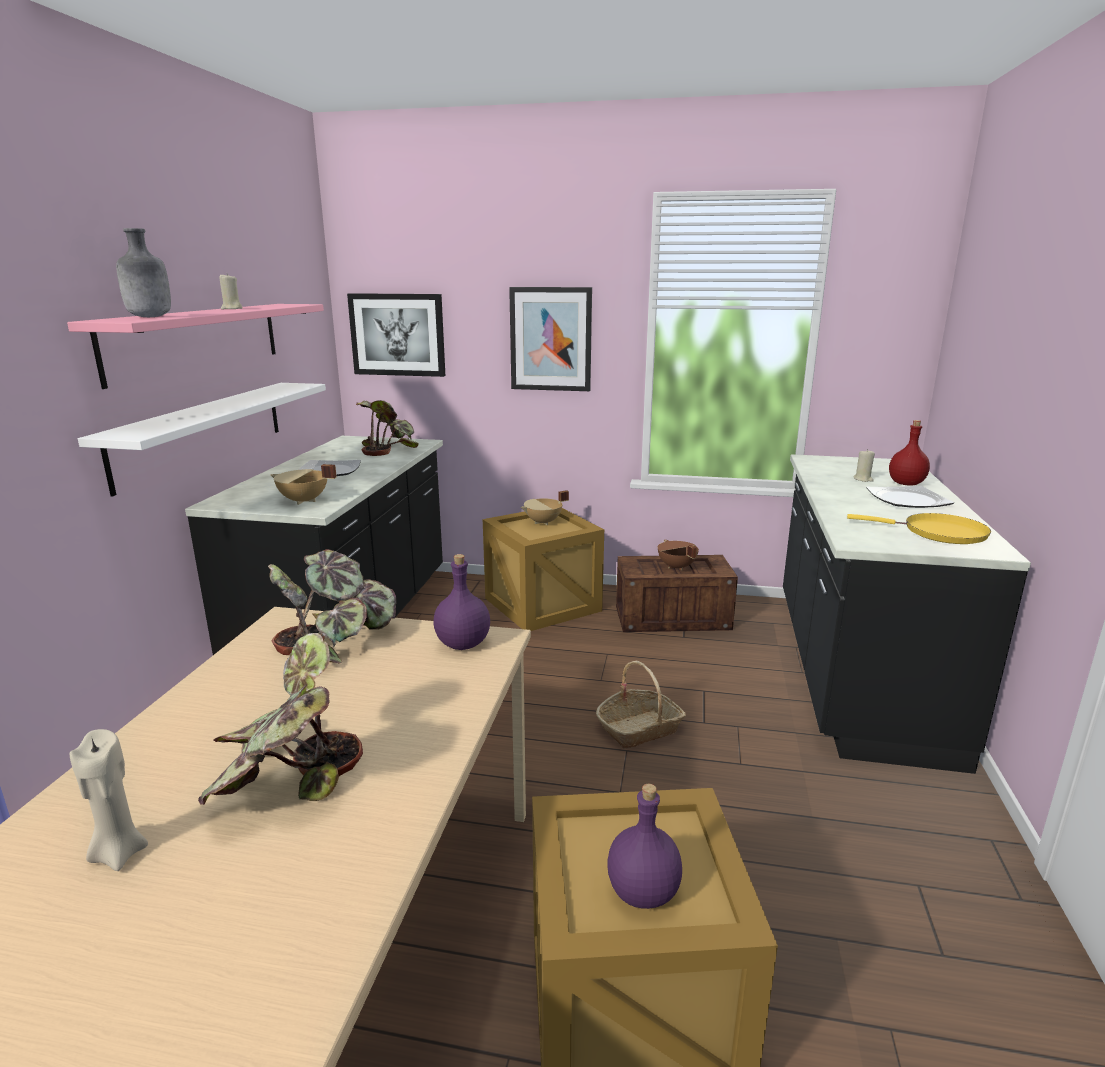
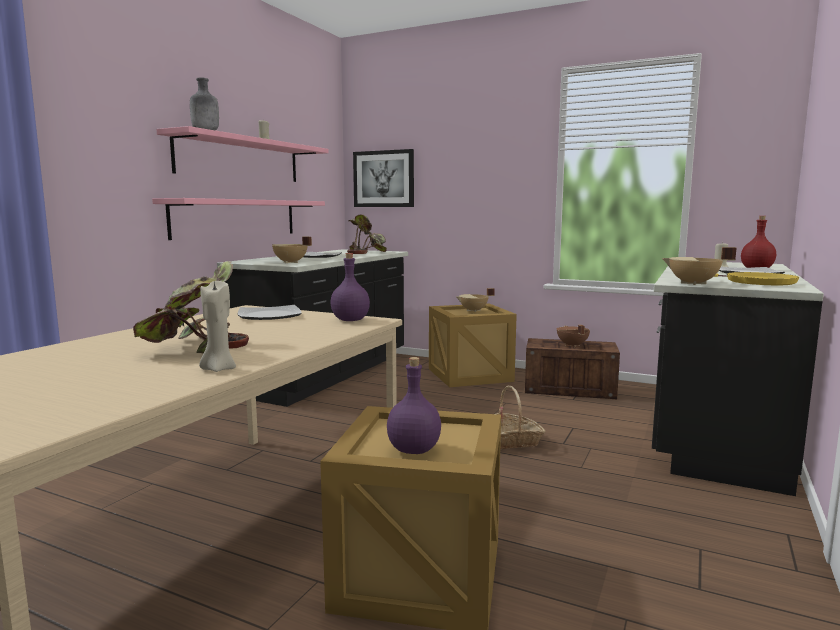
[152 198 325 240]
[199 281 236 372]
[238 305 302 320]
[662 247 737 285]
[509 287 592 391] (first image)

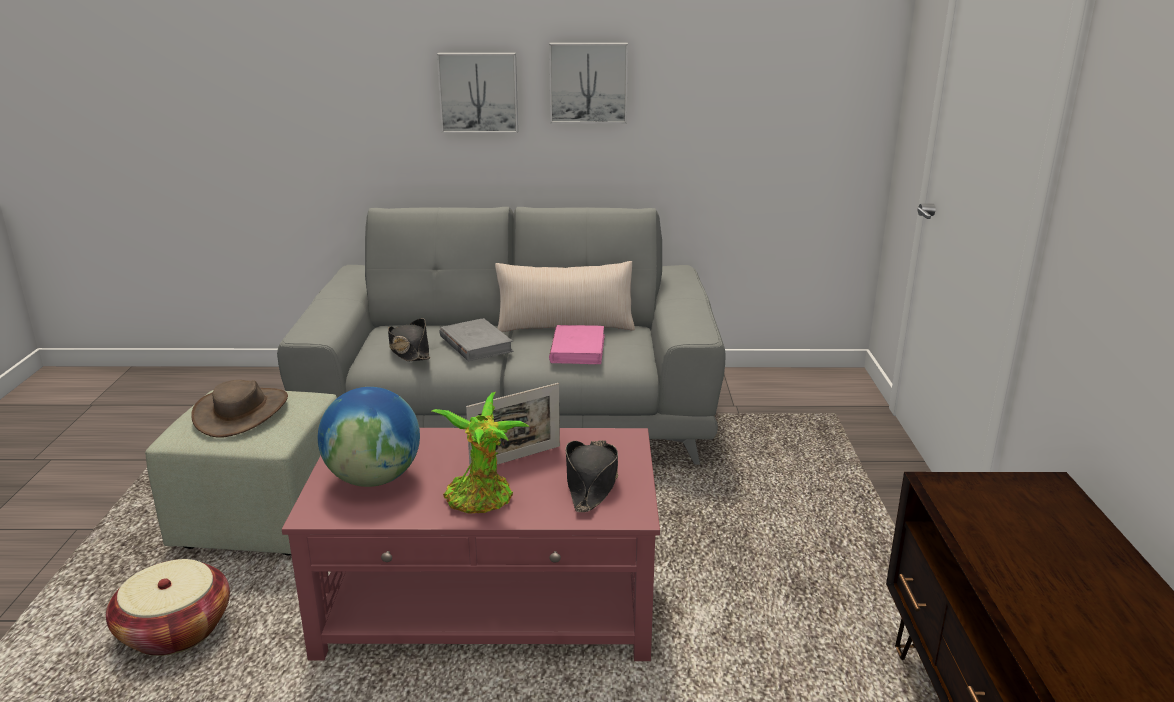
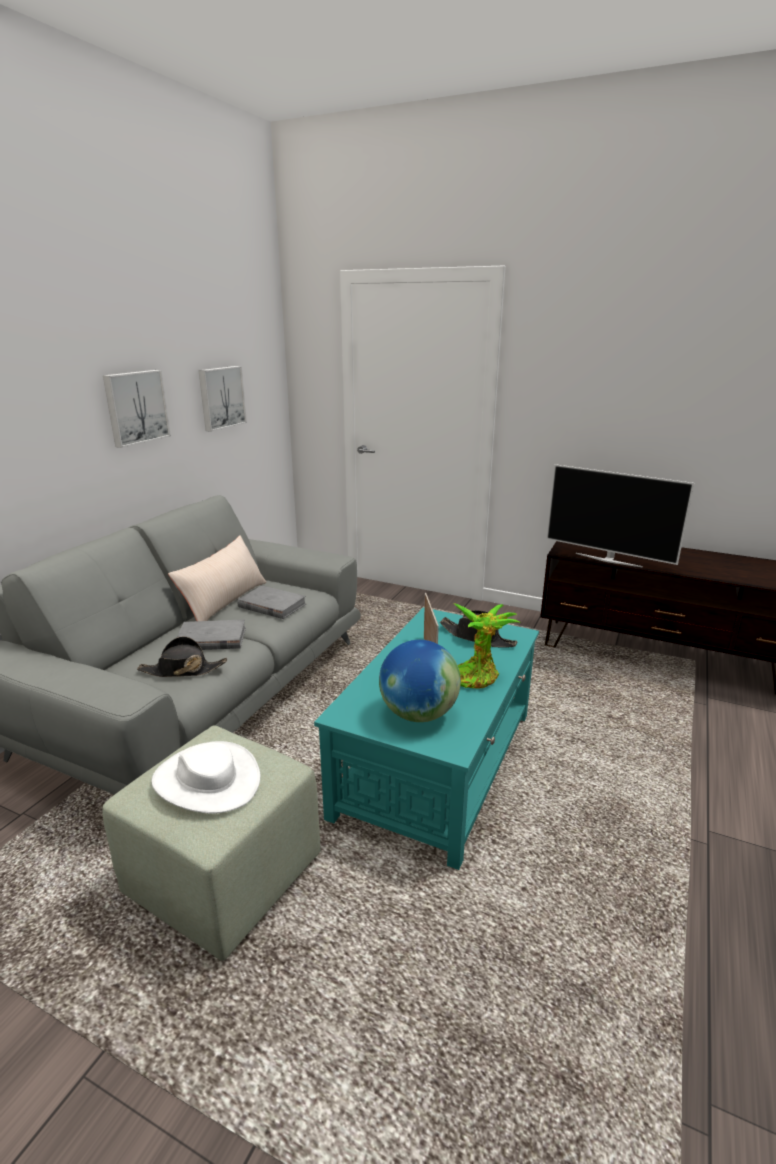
[151 741 260 813]
[198 366 247 432]
[237 585 307 619]
[314 607 539 870]
[546 464 695 568]
[106 559 230 656] (first image)

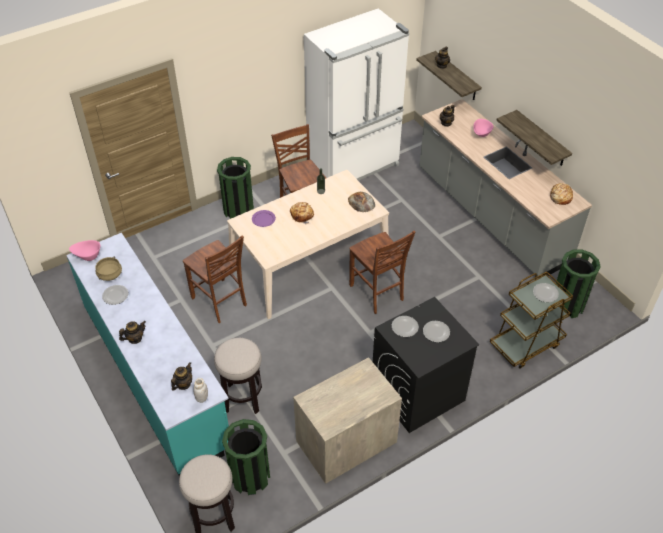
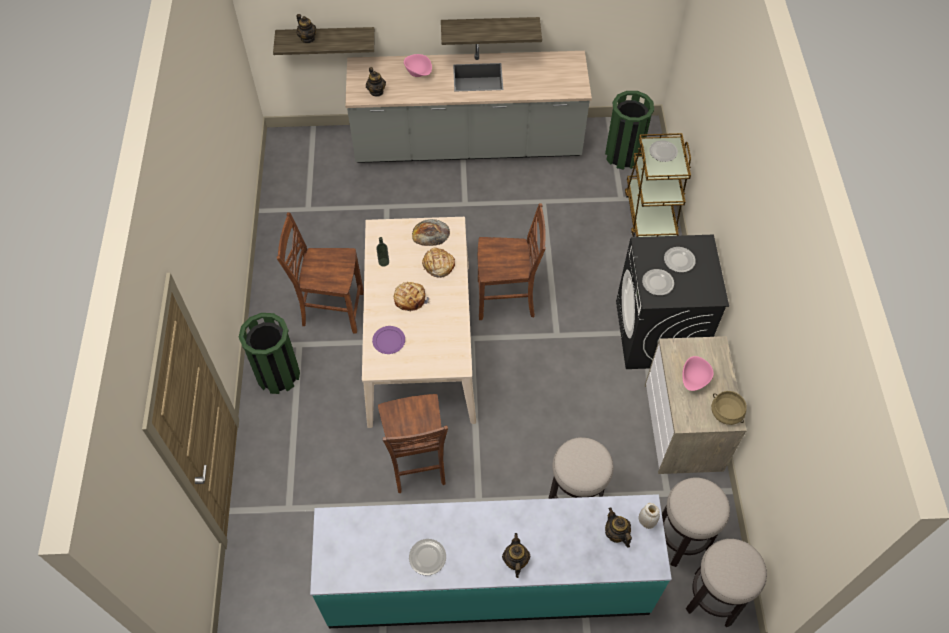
[378 394 448 493]
[422 247 455 278]
[662 478 730 567]
[682 356 714 391]
[711 391 747 425]
[304 8 409 181] (first image)

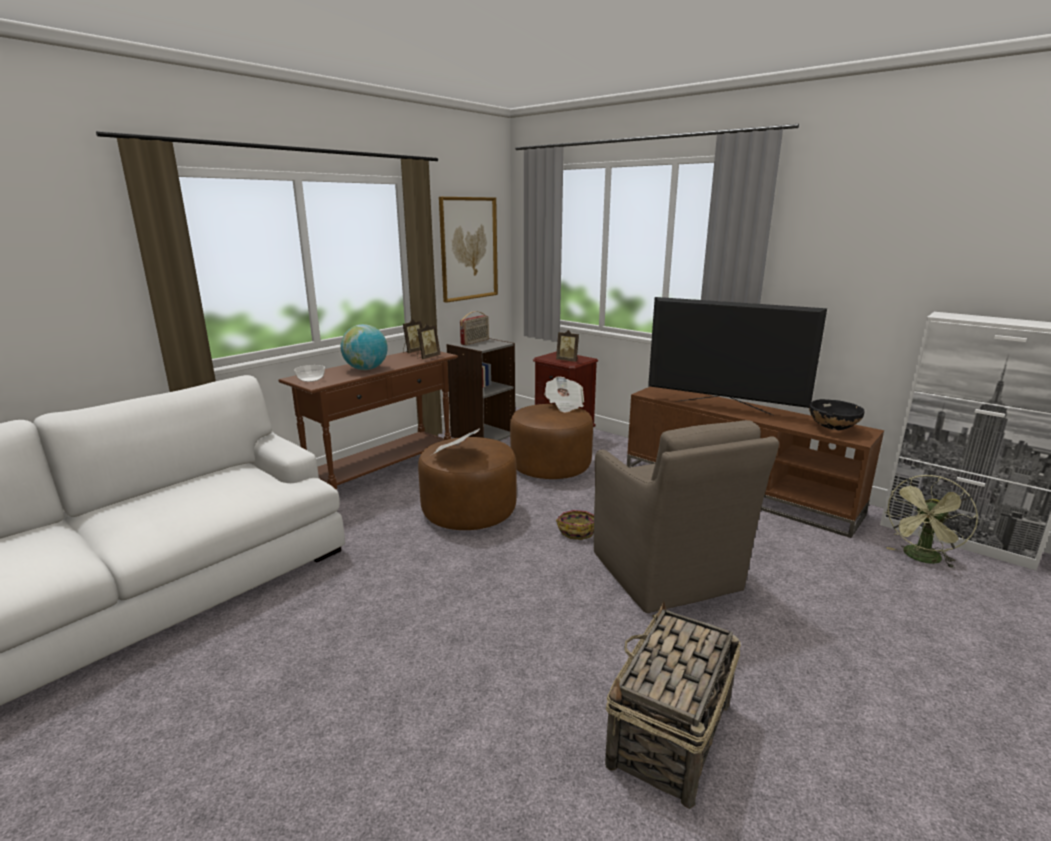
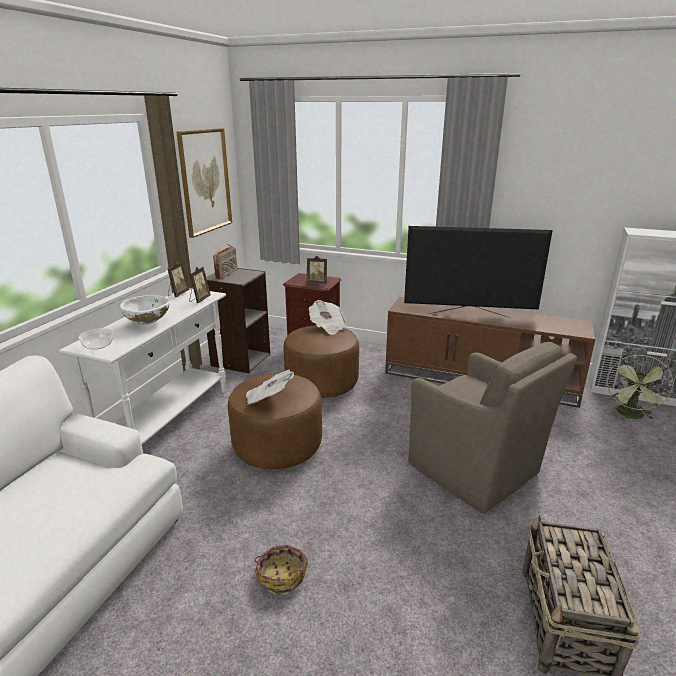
[58 288 226 445]
[120 295 169 325]
[255 545 308 594]
[809 399 864 430] (first image)

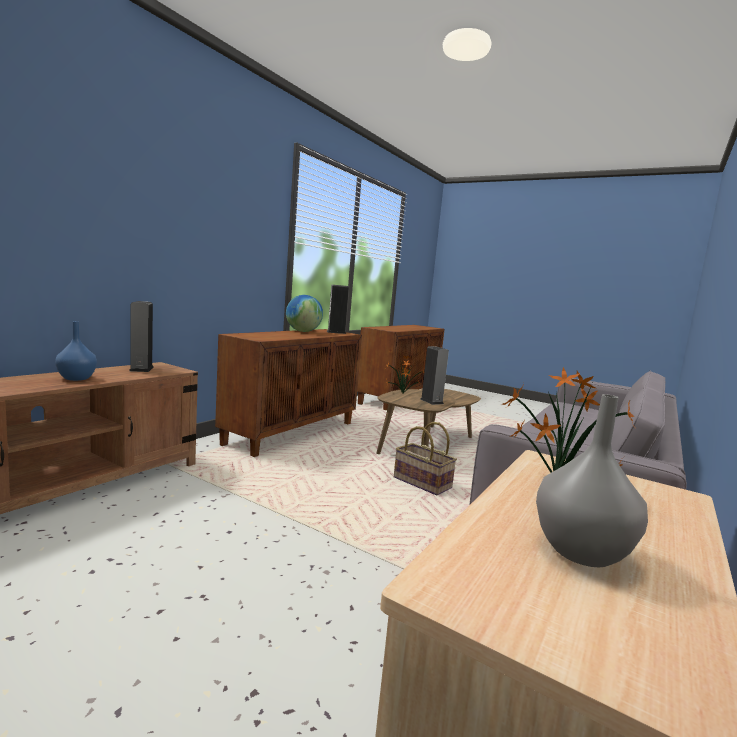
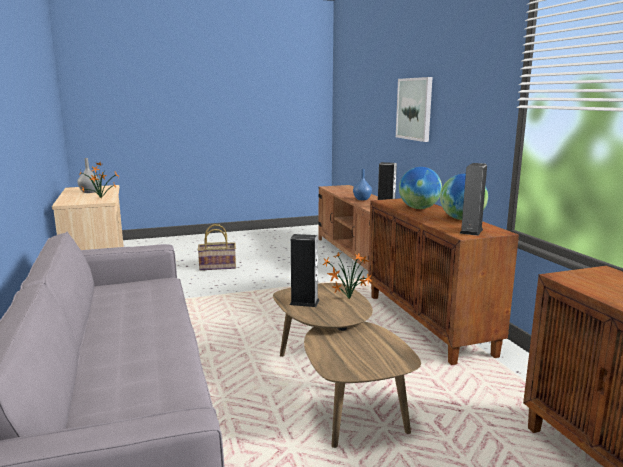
[198 224 236 270]
[396 77 432 142]
[399 167 442 209]

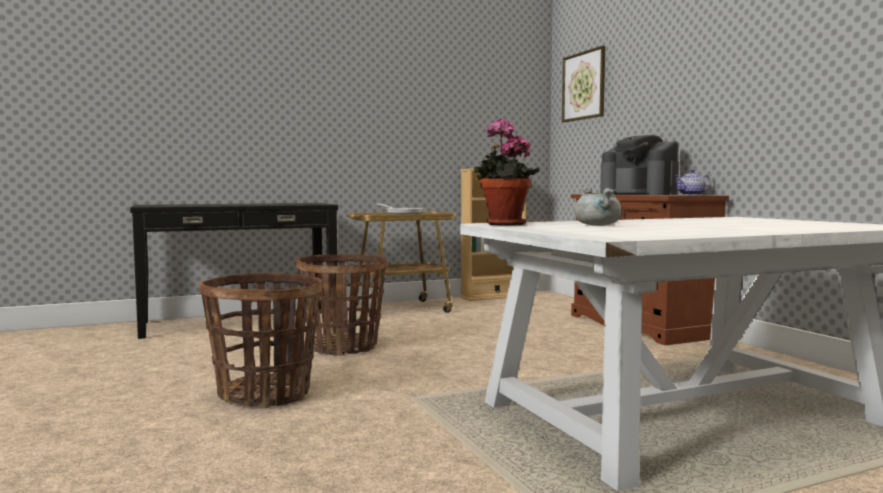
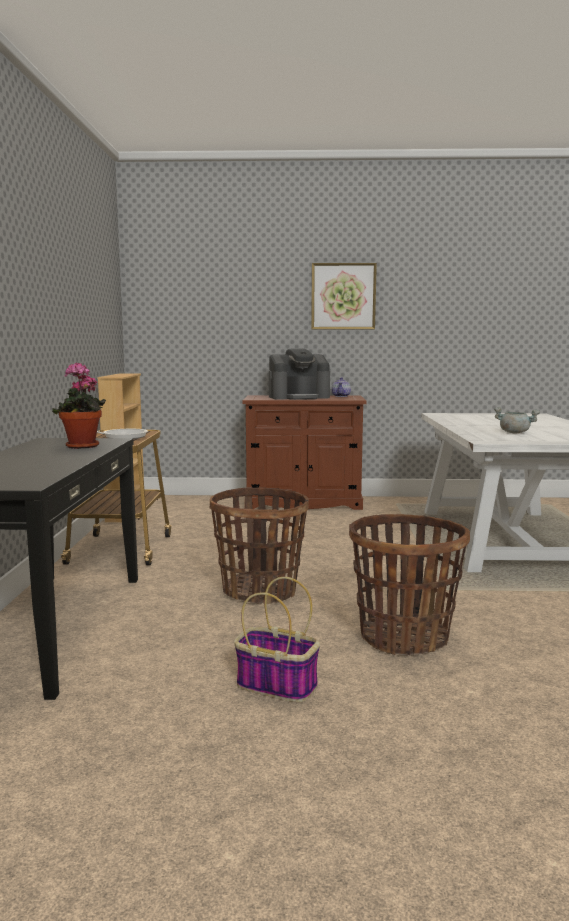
[52 362 106 449]
[234 577 320 702]
[311 263 377 329]

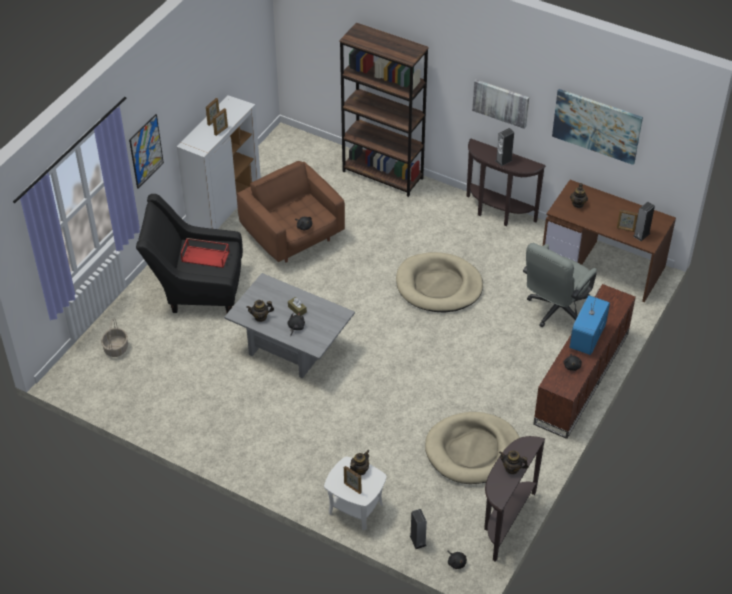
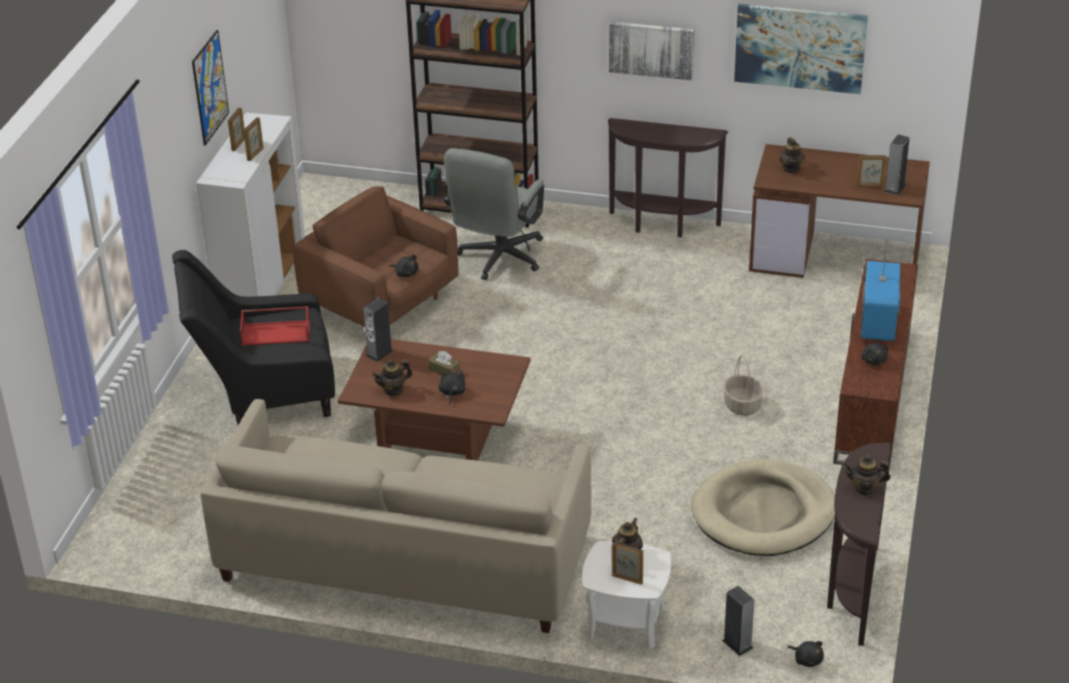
[192 30 229 146]
[200 399 591 633]
[338 339 531 461]
[363 298 394 362]
[444 148 544 280]
[723 355 764 416]
[396 252 483 312] (first image)

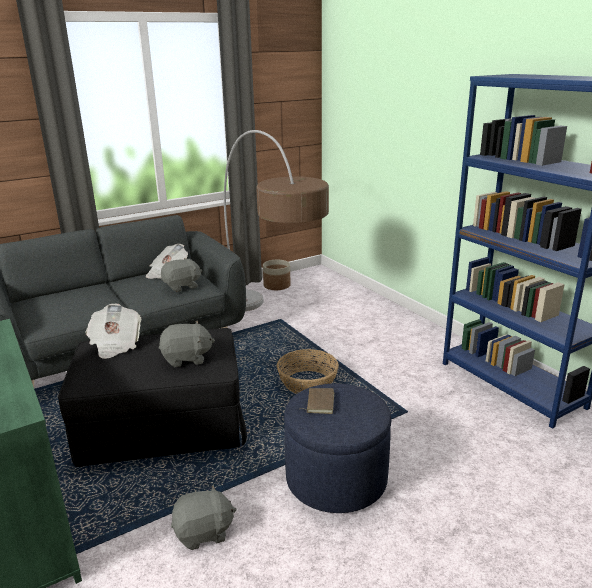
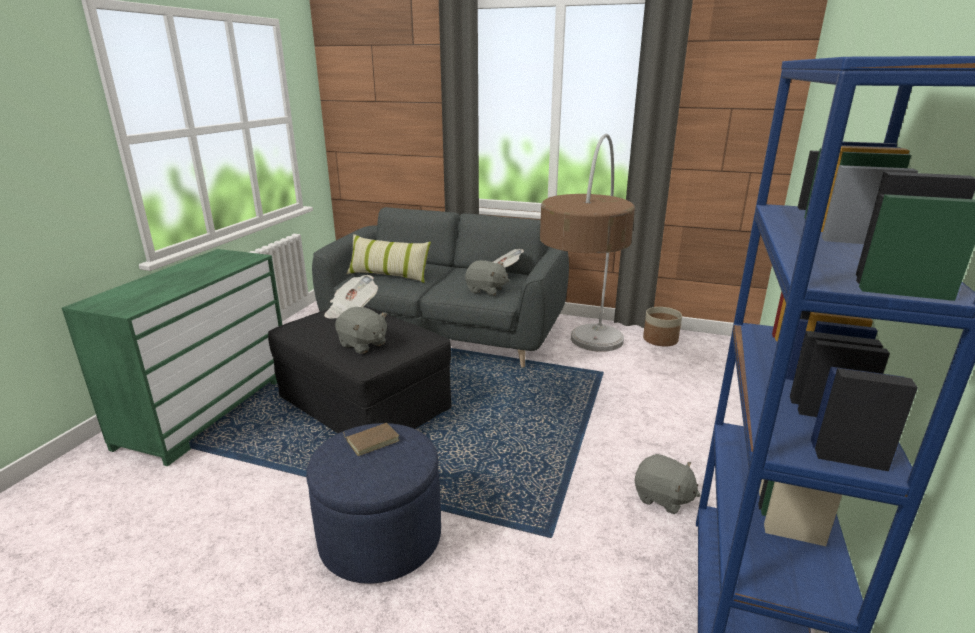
[347 234 431 283]
[635 454 700 514]
[277 349 339 394] (first image)

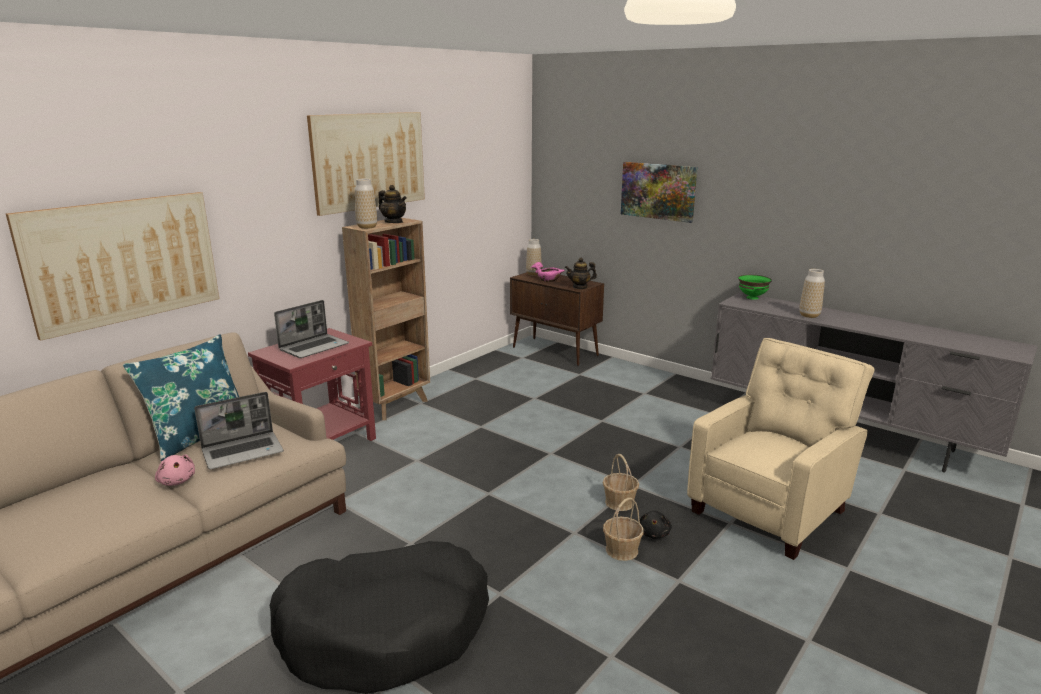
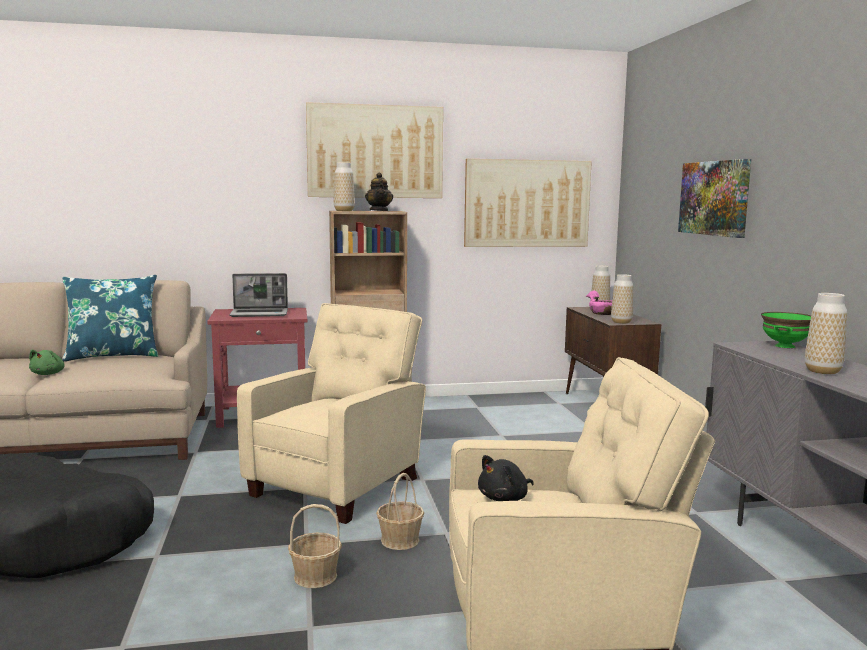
[29 350 65 375]
[237 303 426 524]
[464 159 592 247]
[478 455 534 501]
[611 274 633 324]
[194 392 284 470] (first image)

